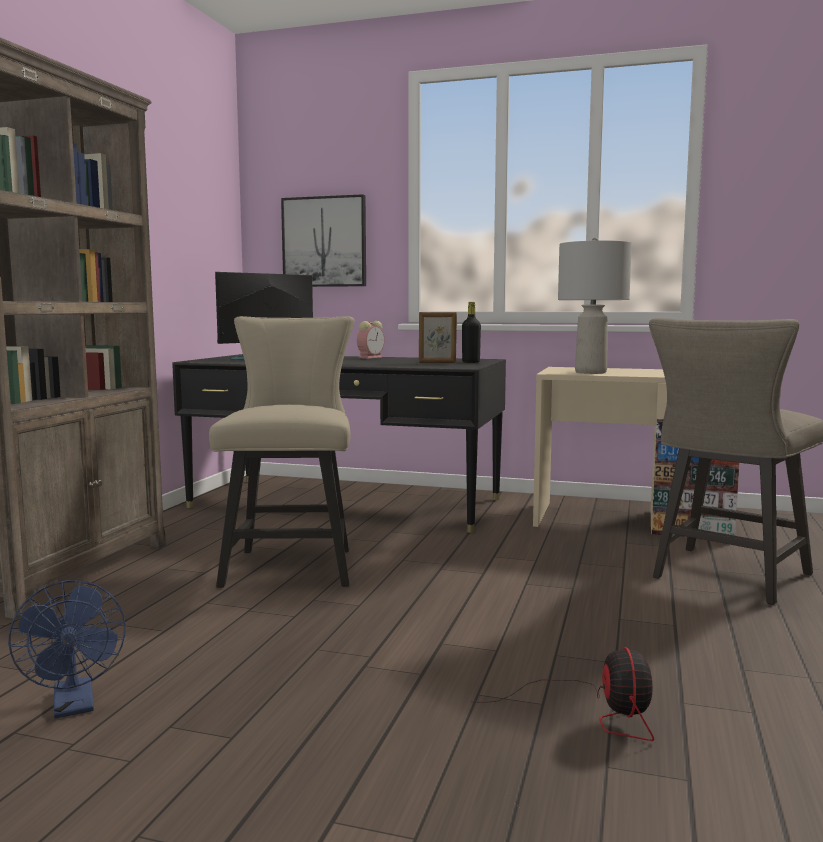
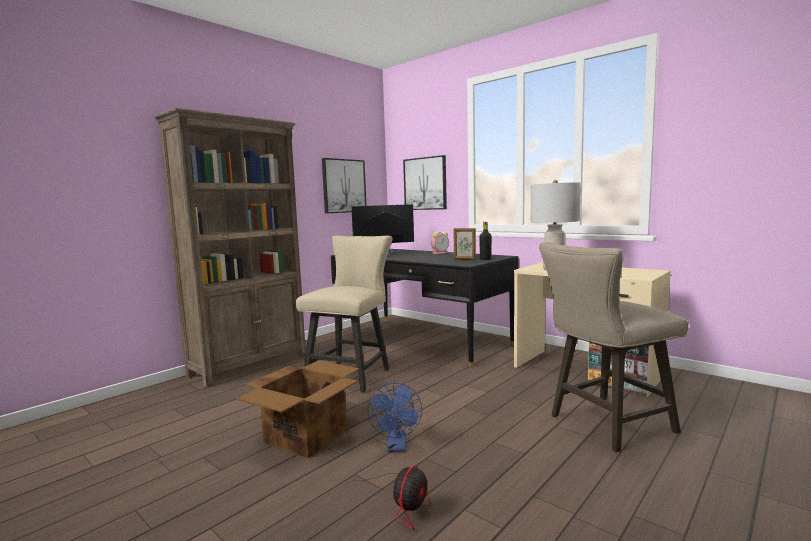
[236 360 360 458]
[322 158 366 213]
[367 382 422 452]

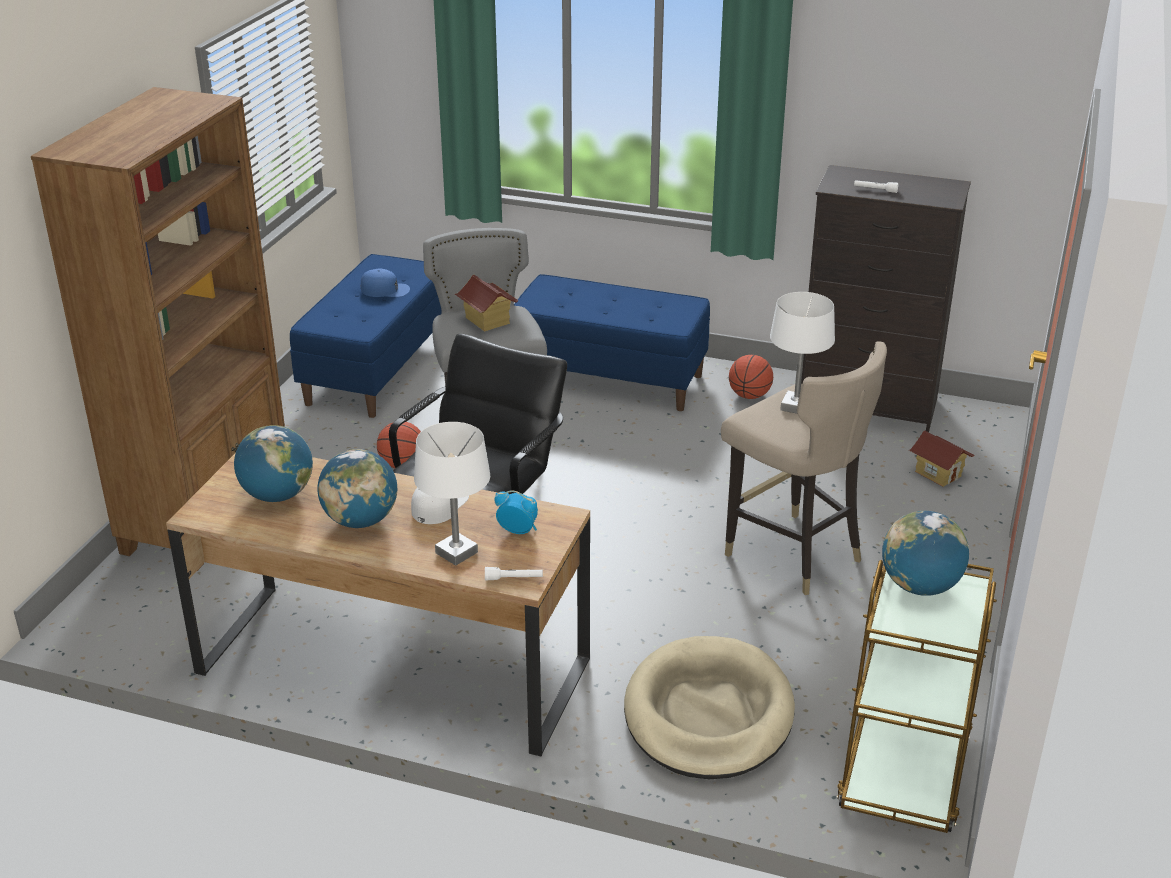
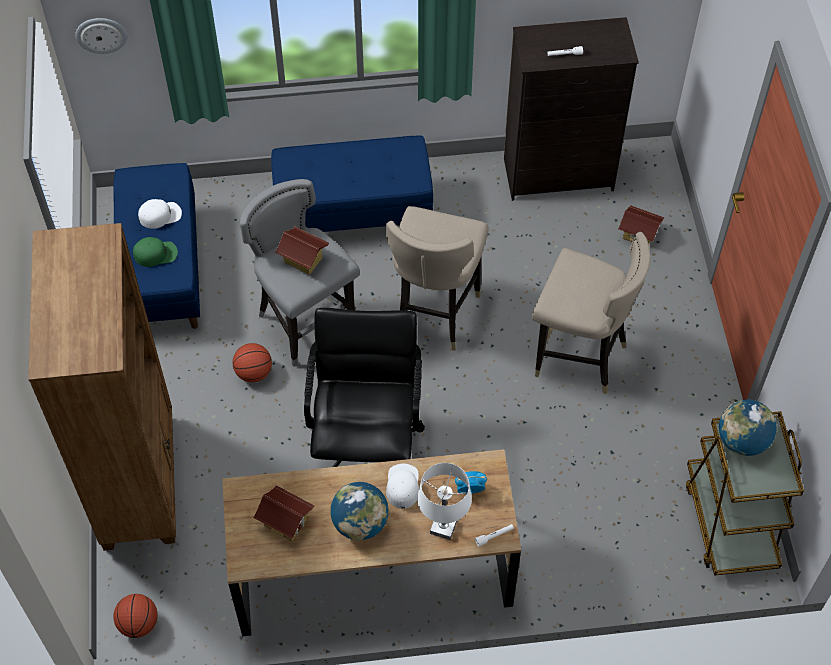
[75 18 127 54]
[113 594 158 638]
[133 237 178 267]
[138 199 182 229]
[253 485 314 541]
[386 206 489 351]
[624 636 795 779] (first image)
[770 292 835 414] (first image)

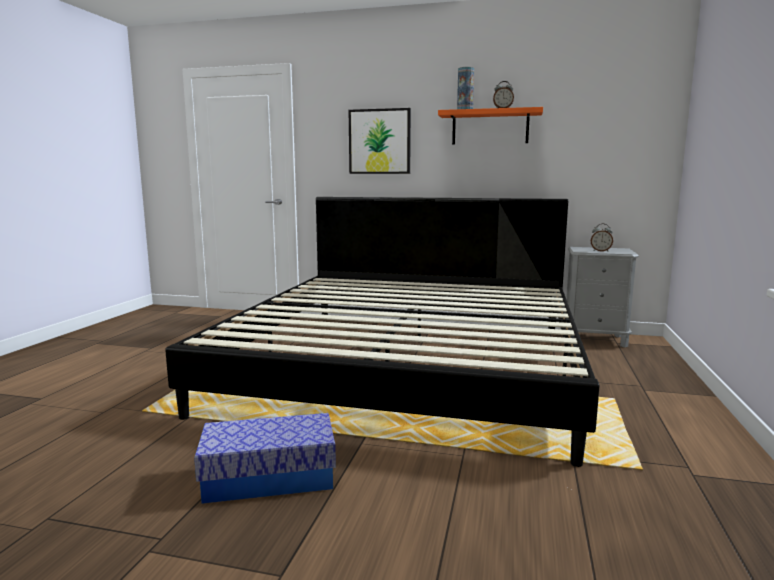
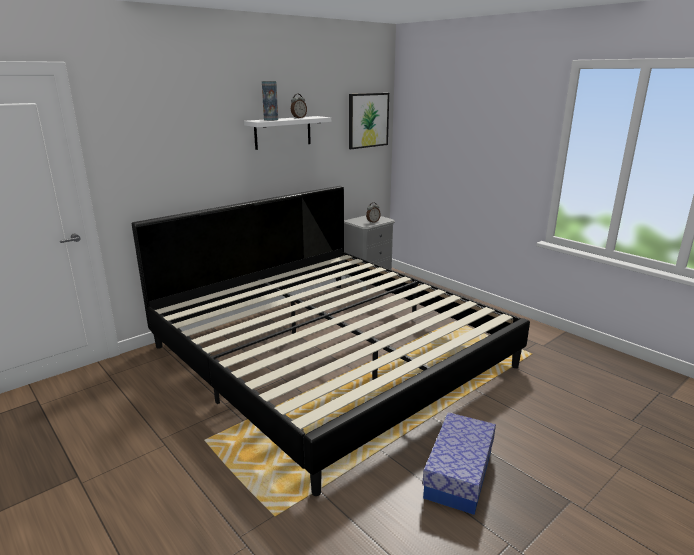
[244 116 331 150]
[349 93 389 149]

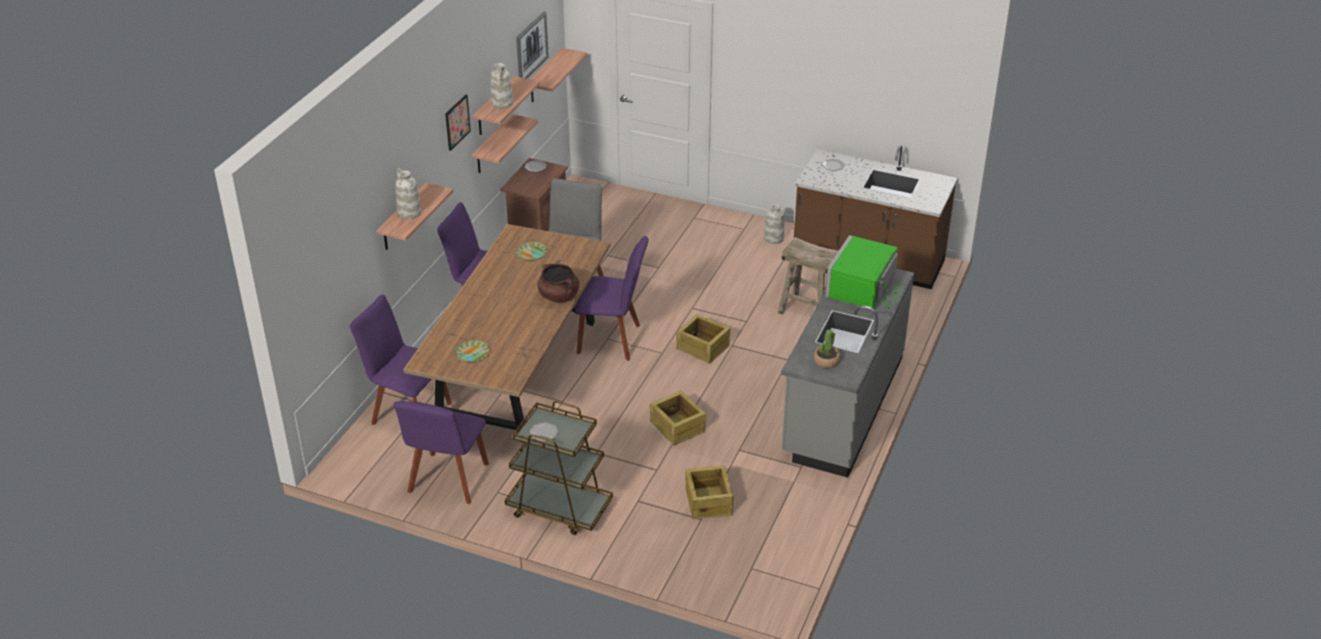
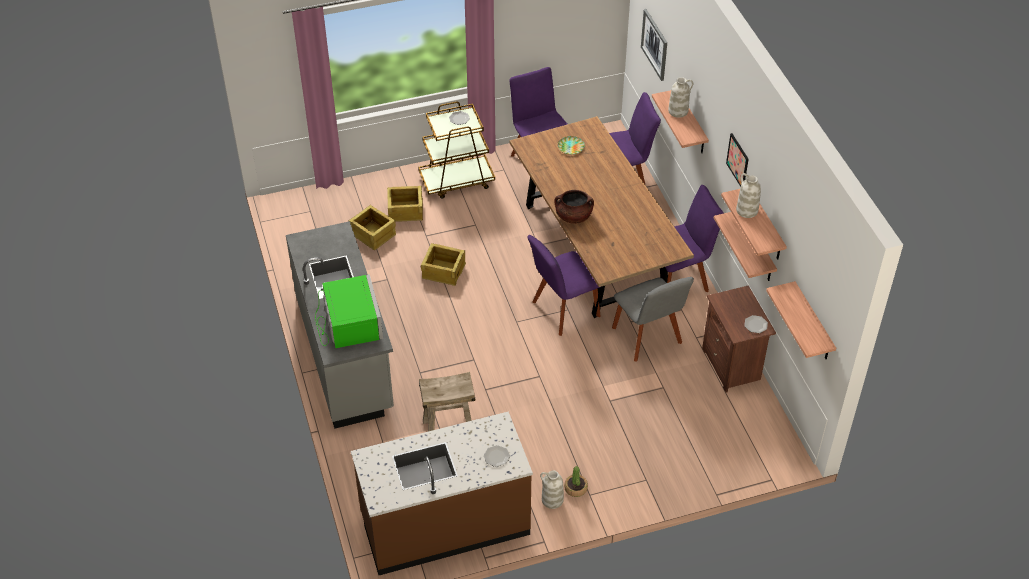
[387 186 423 222]
[564 466 588 497]
[641 9 667 81]
[516 242 547 260] (first image)

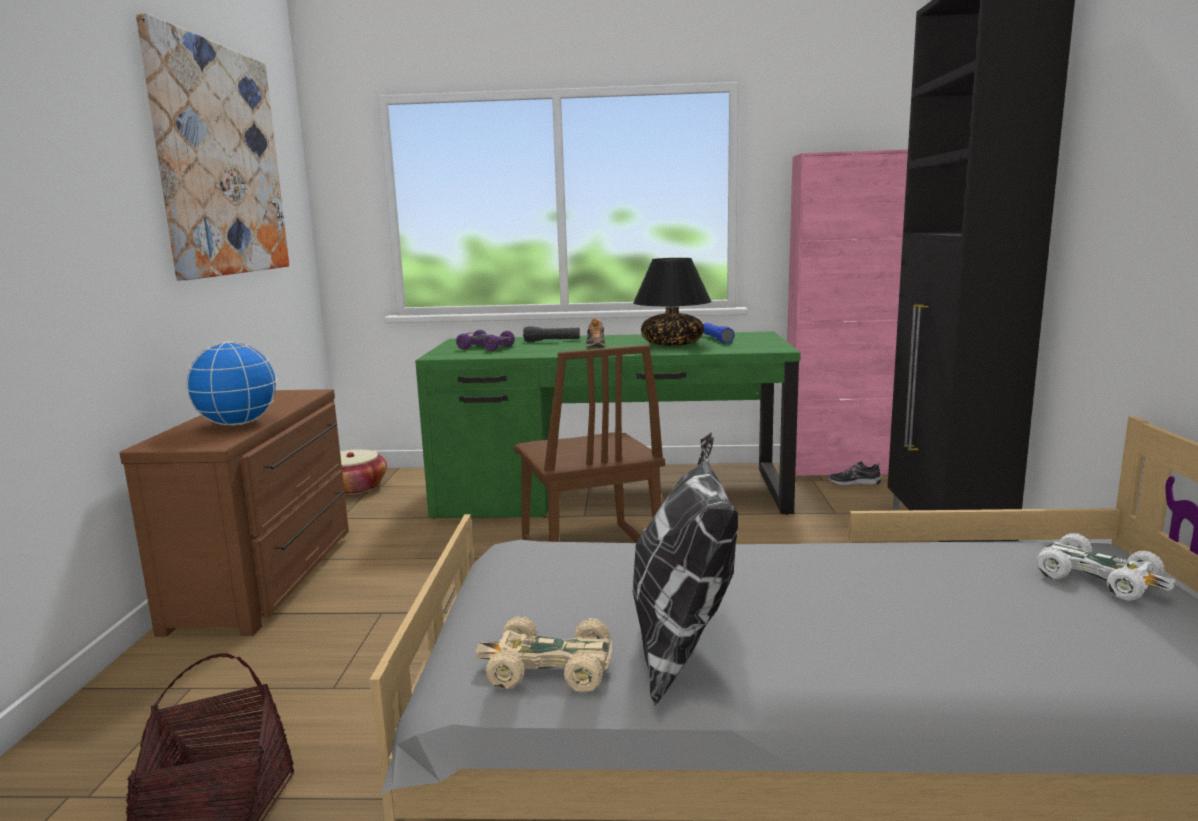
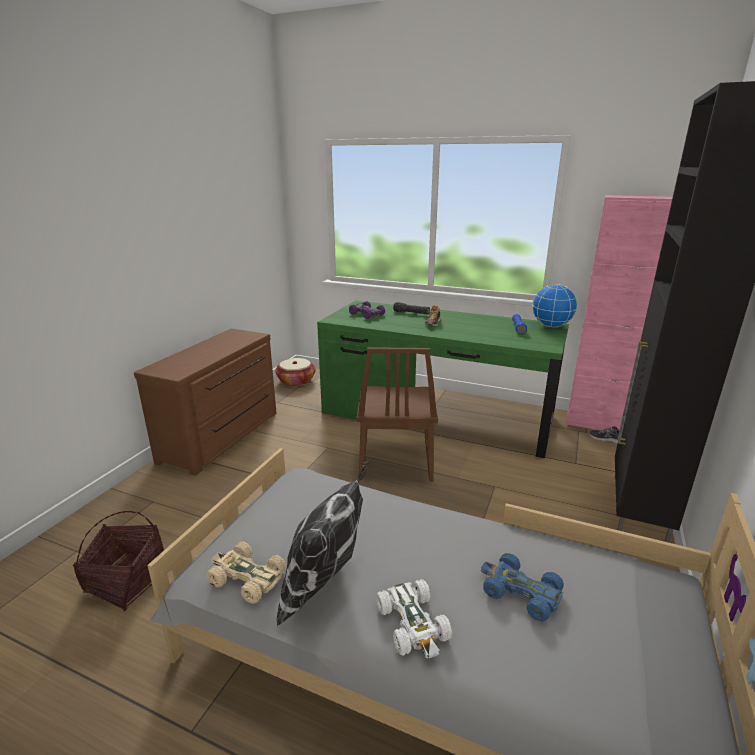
[376 579 452 659]
[481 553 564 622]
[532 284 578 327]
[136 13 289 280] (first image)
[633 258 712 346] (first image)

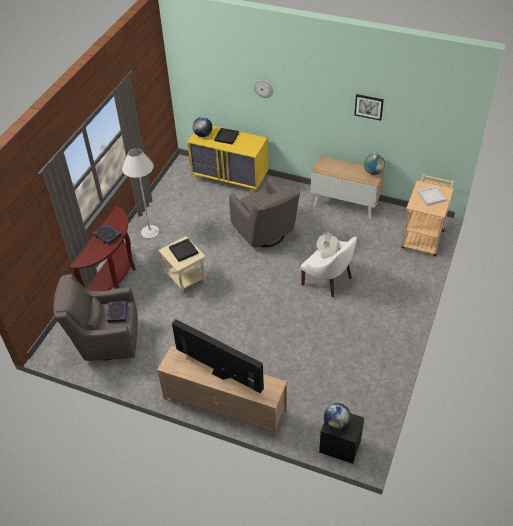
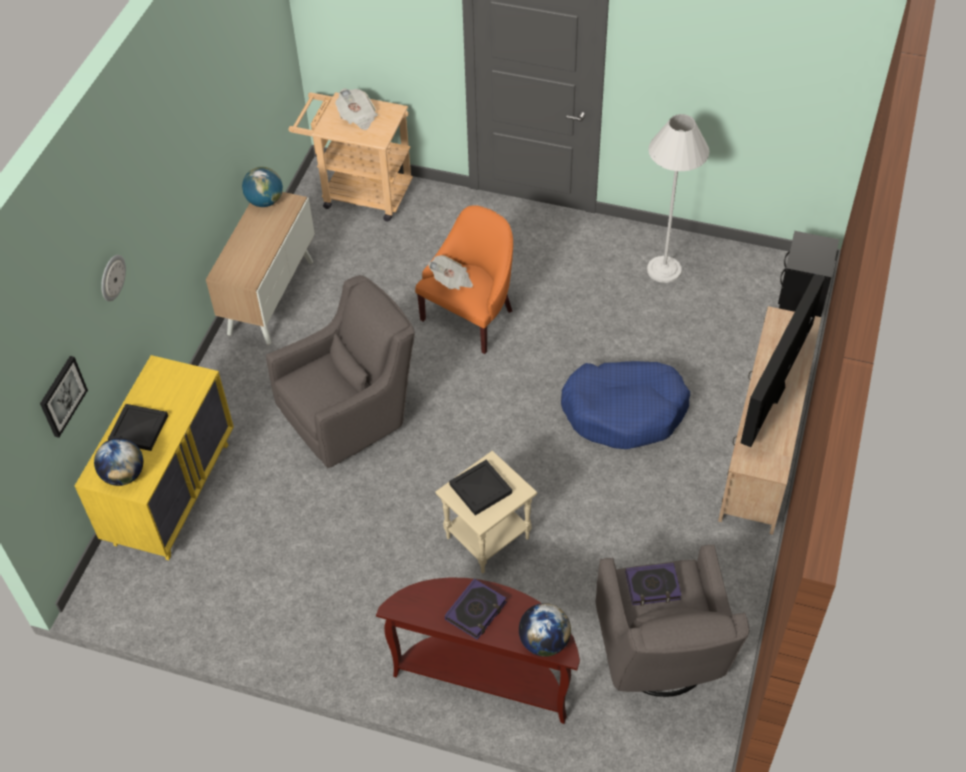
[40 356 88 438]
[335 89 378 130]
[415 205 513 354]
[519 603 571 657]
[561 361 690 449]
[647 114 709 283]

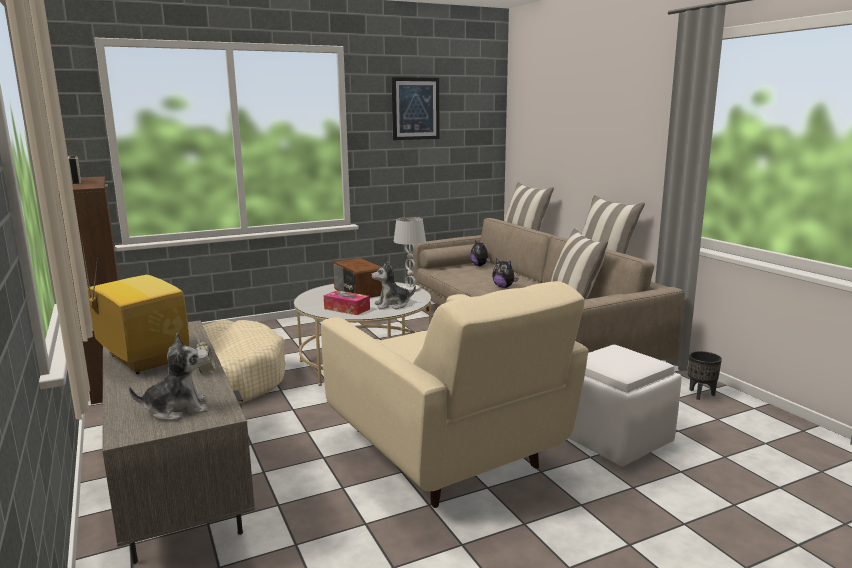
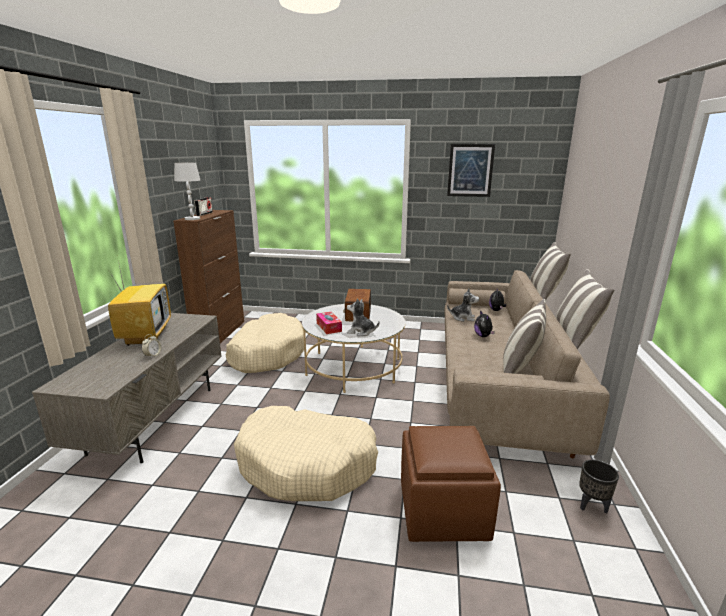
[174 163 200 220]
[234 406 378 501]
[401 426 501 542]
[447 288 479 322]

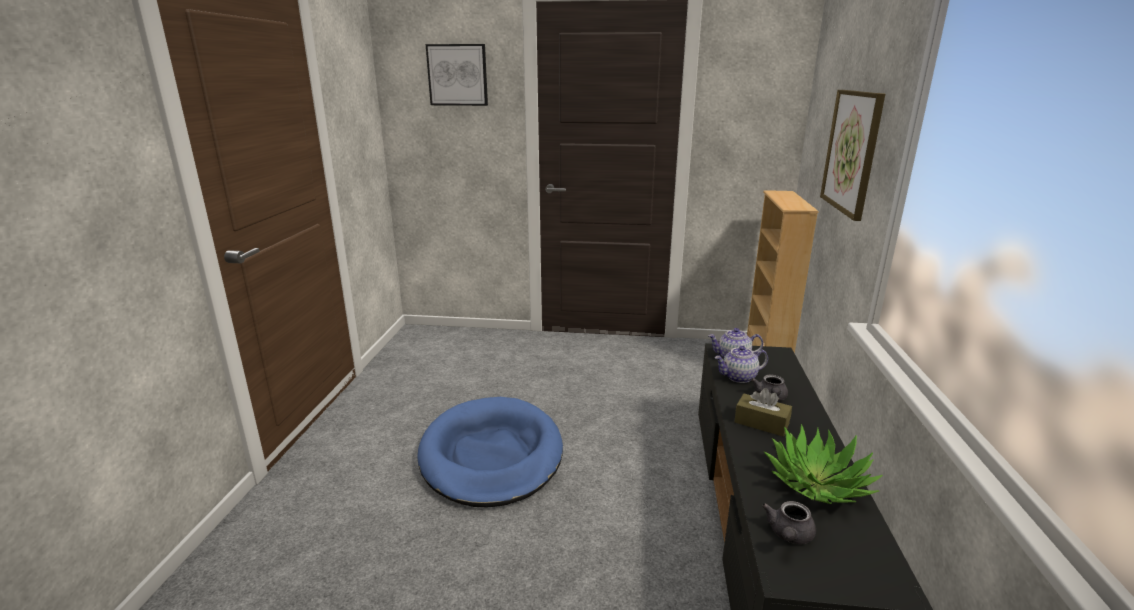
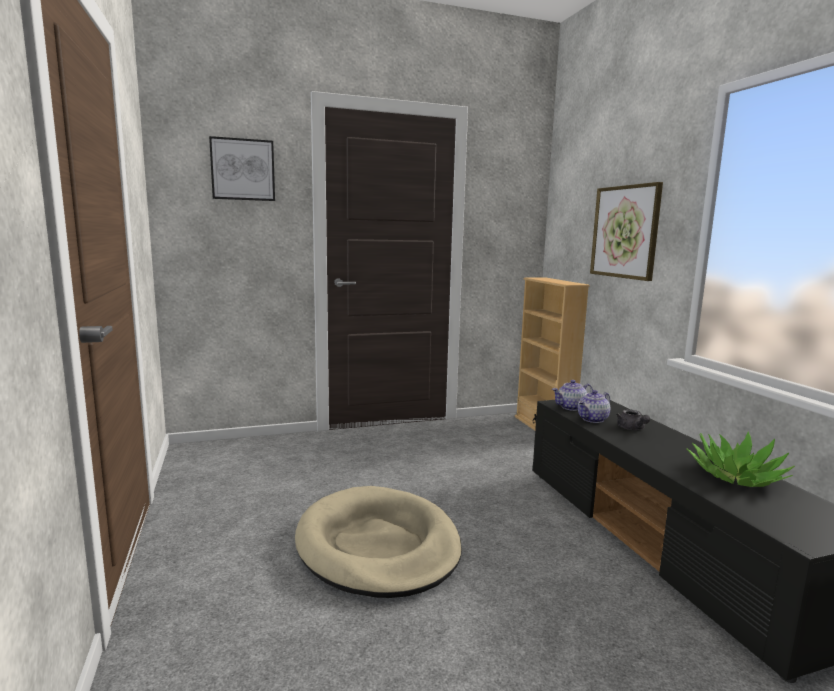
[295 486 462 598]
[734 388 792 437] (first image)
[762 501 816 544] (first image)

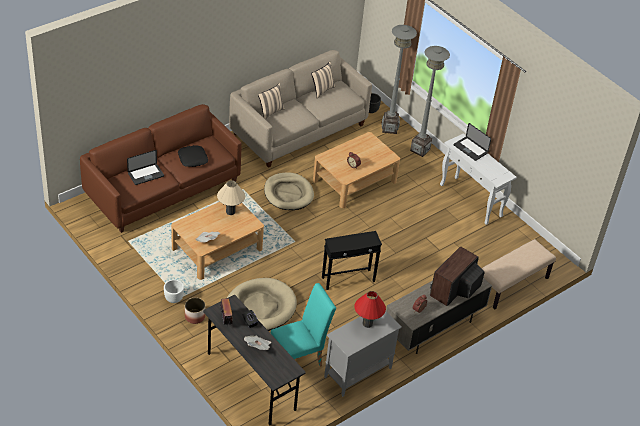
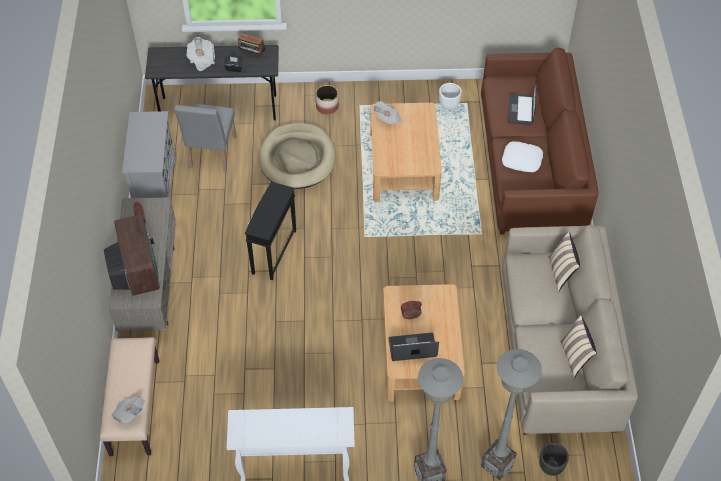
[111 396 145 423]
[174 104 237 172]
[388 333 439 361]
[439 83 462 110]
[502 141 543 172]
[217 180 245 215] (first image)
[264 172 314 210] (first image)
[354 291 386 328] (first image)

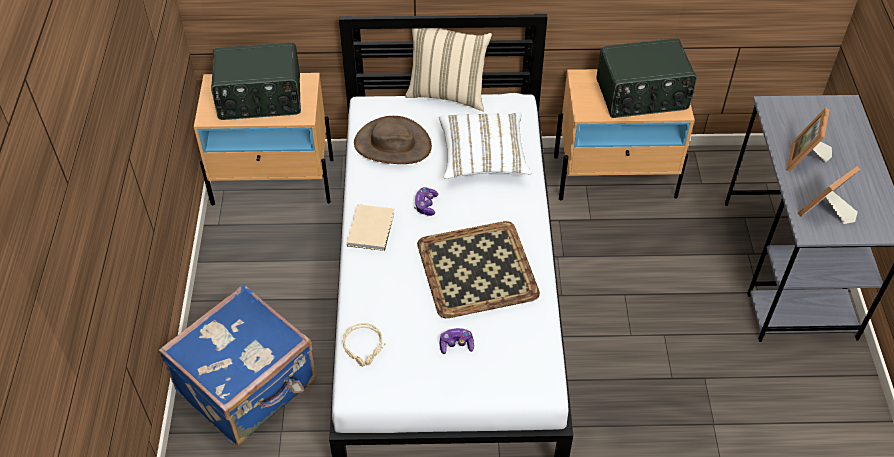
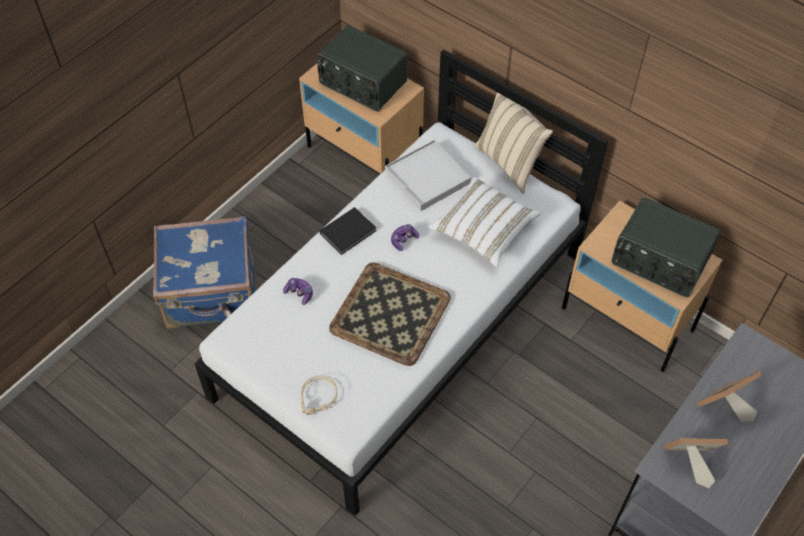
[283 278 313 305]
[300 376 337 415]
[320 207 376 255]
[385 140 471 211]

